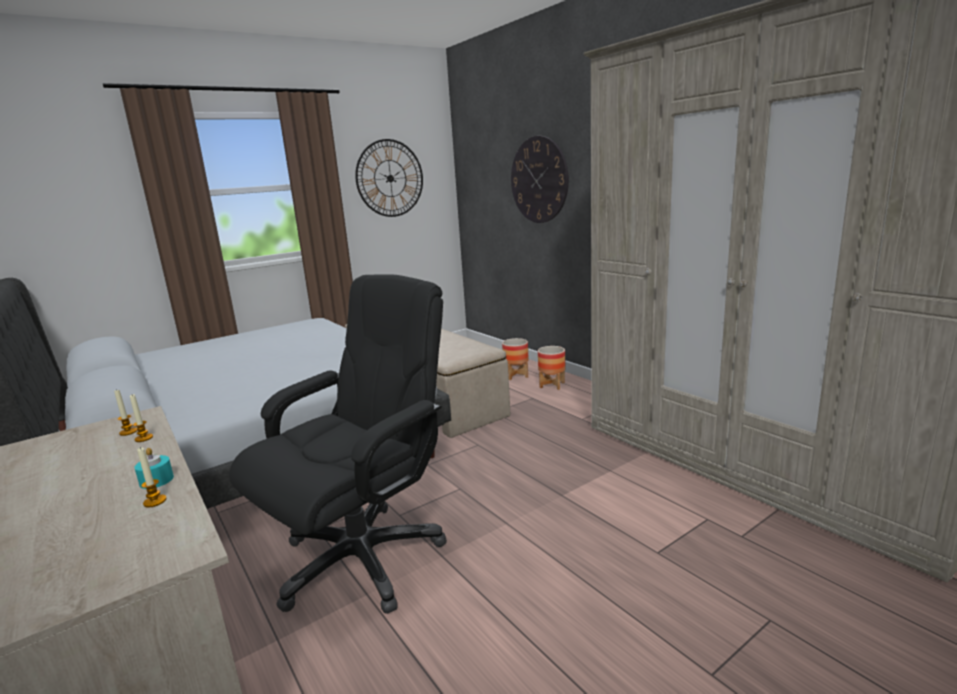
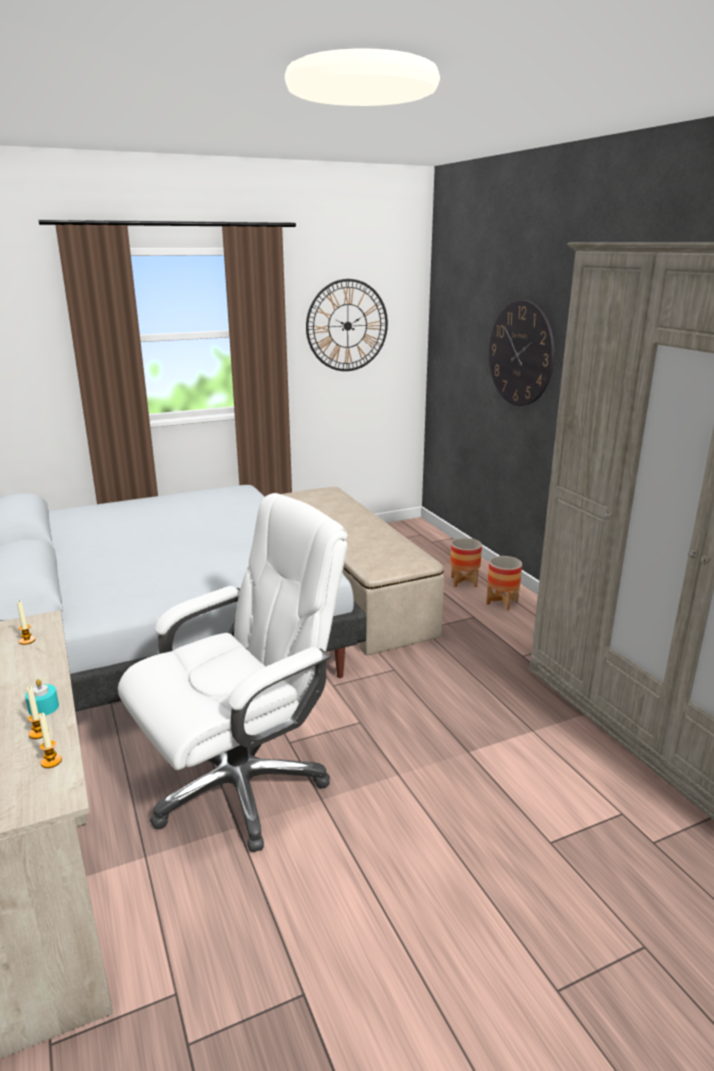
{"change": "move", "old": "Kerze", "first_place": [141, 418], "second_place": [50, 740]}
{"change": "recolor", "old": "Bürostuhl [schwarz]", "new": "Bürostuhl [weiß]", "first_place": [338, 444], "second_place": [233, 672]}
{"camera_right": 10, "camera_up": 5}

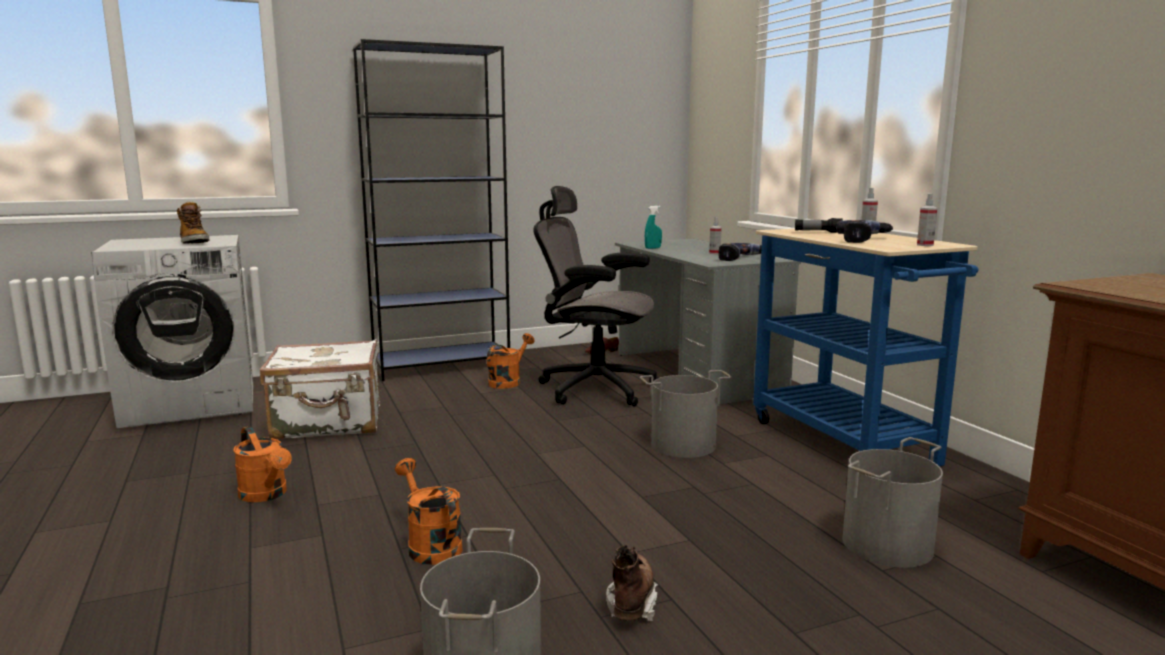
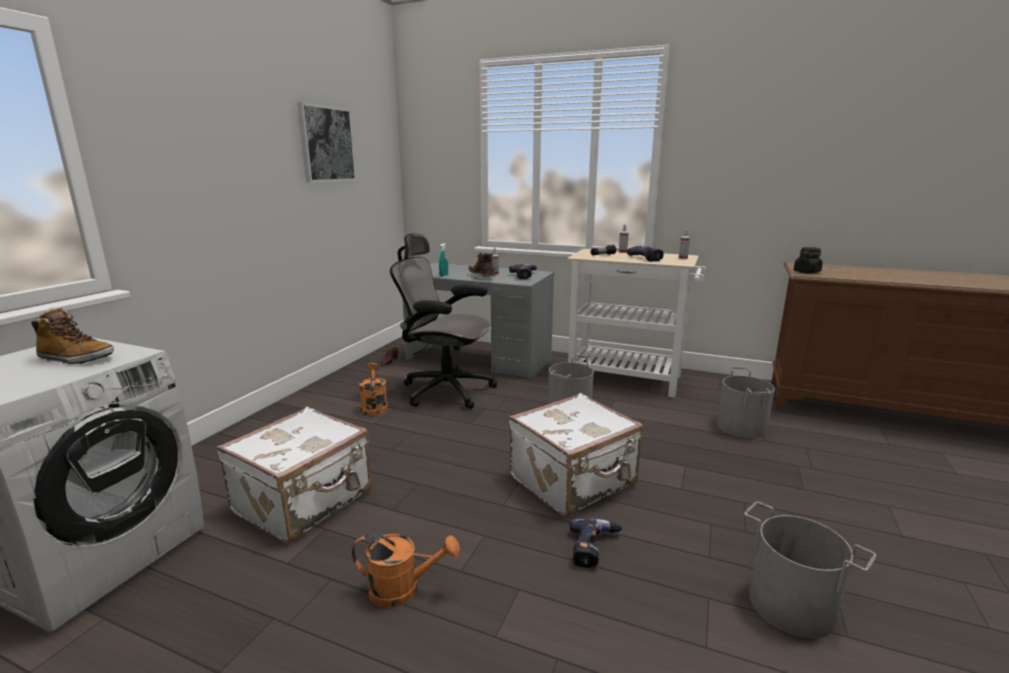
{"change": "delete", "old": "Bücherregal [blau]", "first_place": [431, 210]}
{"change": "replace", "old": "Gießkanne [orange]", "new": "Bohrmaschine", "first_place": [429, 511], "second_place": [596, 543]}
{"change": "rotate", "old": "Bürostuhl", "first_place": [595, 296], "second_place": [443, 321], "degrees": 45}
{"change": "move", "old": "Stiefel [braun]", "first_place": [632, 583], "second_place": [481, 266]}
{"change": "recolor", "old": "Rollwagen [blau]", "new": "Rollwagen [weiß]", "first_place": [865, 347], "second_place": [636, 323]}
{"change": "insert", "new": "Bild", "second_place": [327, 142]}
{"change": "insert", "new": "Koffer [weiß]", "second_place": [576, 454]}
{"change": "insert", "new": "Vorratsglas [schwarz]", "second_place": [808, 260]}
{"camera_right": -45, "camera_up": 5}

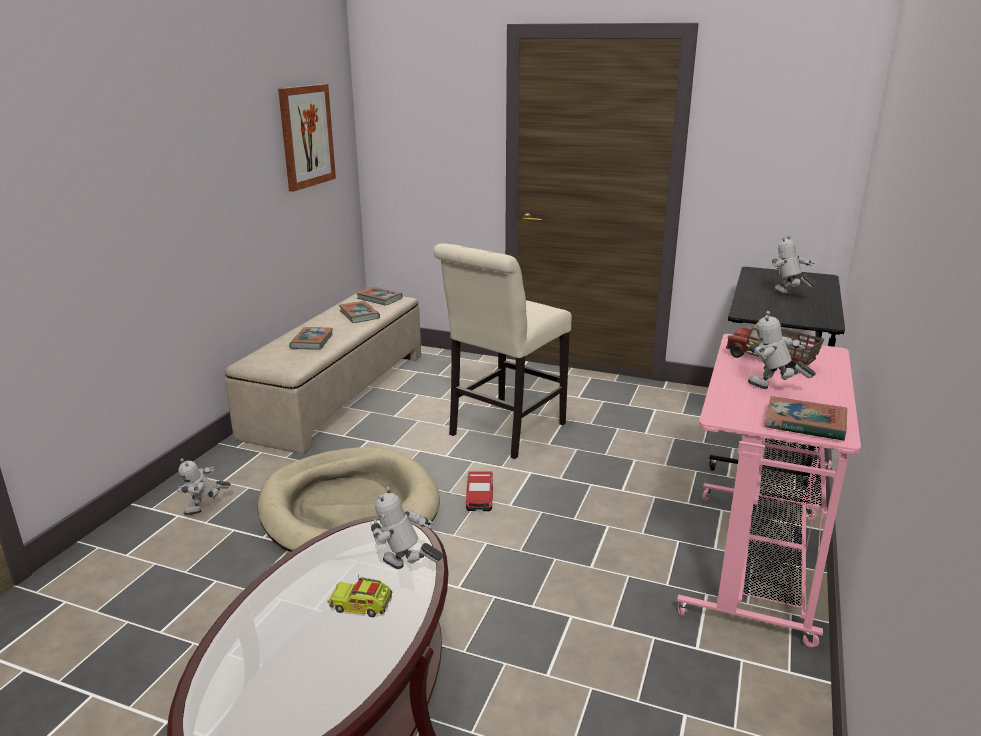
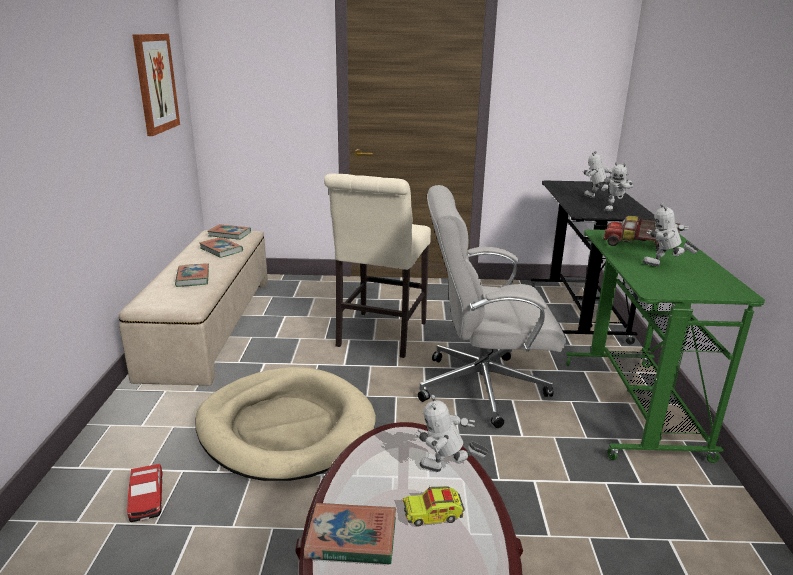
{"change": "move", "old": "Spielzeugroboter", "first_place": [204, 486], "second_place": [619, 186]}
{"change": "move", "old": "Spielzeugauto", "first_place": [479, 491], "second_place": [144, 493]}
{"change": "recolor", "old": "Schreibtisch [rosa]", "new": "Schreibtisch [grün]", "first_place": [769, 490], "second_place": [665, 346]}
{"change": "move", "old": "Buch", "first_place": [805, 418], "second_place": [350, 534]}
{"change": "insert", "new": "Bürostuhl [grau]", "second_place": [492, 306]}
{"camera_right": -20, "camera_up": 0}

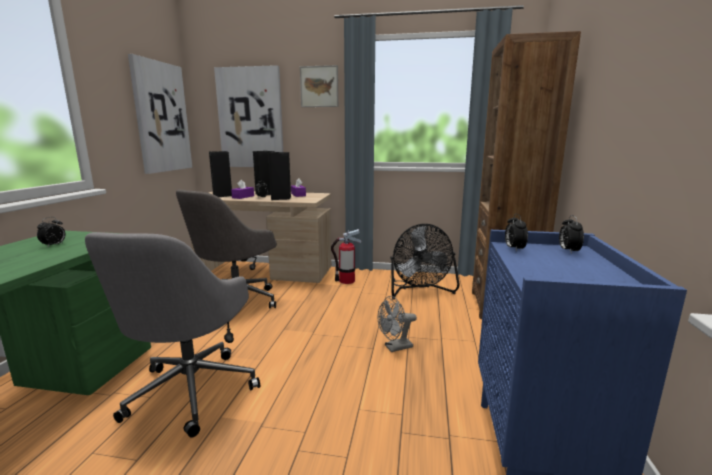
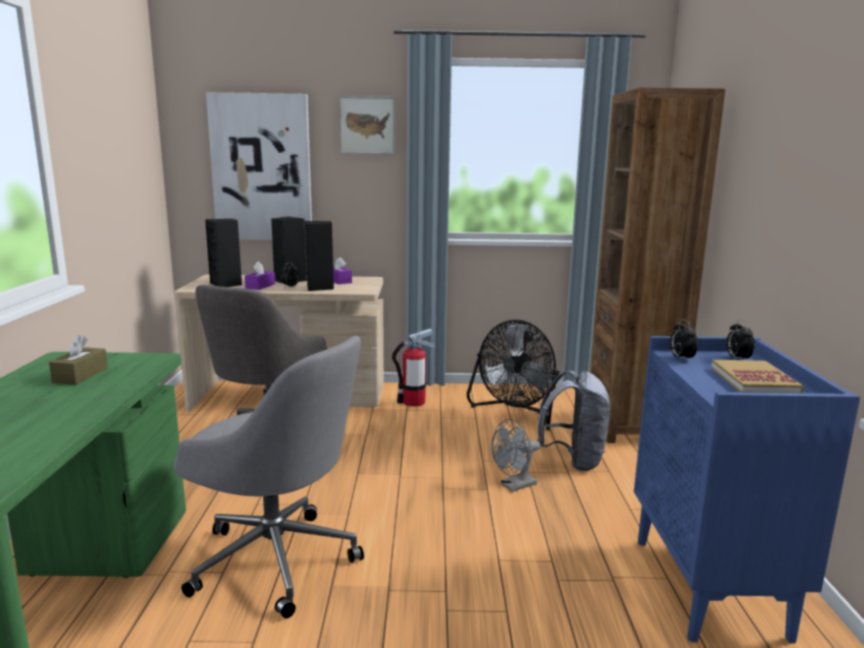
{"change": "replace", "old": "Wecker", "new": "Taschentuchbox [braun]", "first_place": [51, 232], "second_place": [78, 360]}
{"change": "rotate", "old": "Bürostuhl [grau]", "first_place": [172, 335], "second_place": [269, 477], "degrees": -60}
{"change": "delete", "old": "Bild", "first_place": [160, 114]}
{"change": "rotate", "old": "Ventilator [schwarz]", "first_place": [425, 262], "second_place": [513, 375], "degrees": 60}
{"change": "insert", "new": "Rucksack [grau]", "second_place": [573, 421]}
{"change": "insert", "new": "Buch", "second_place": [757, 376]}
{"camera_right": -10, "camera_up": 0}

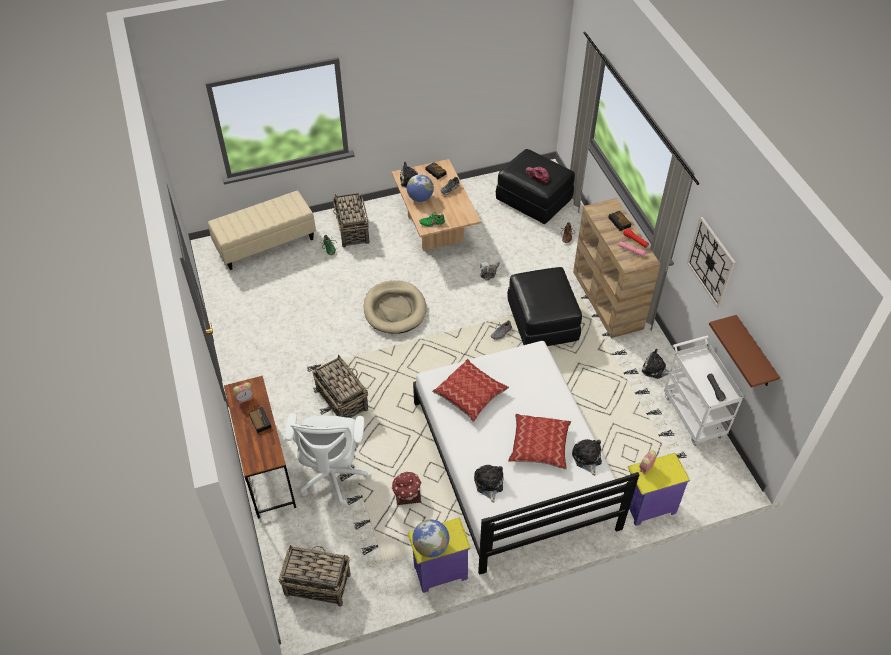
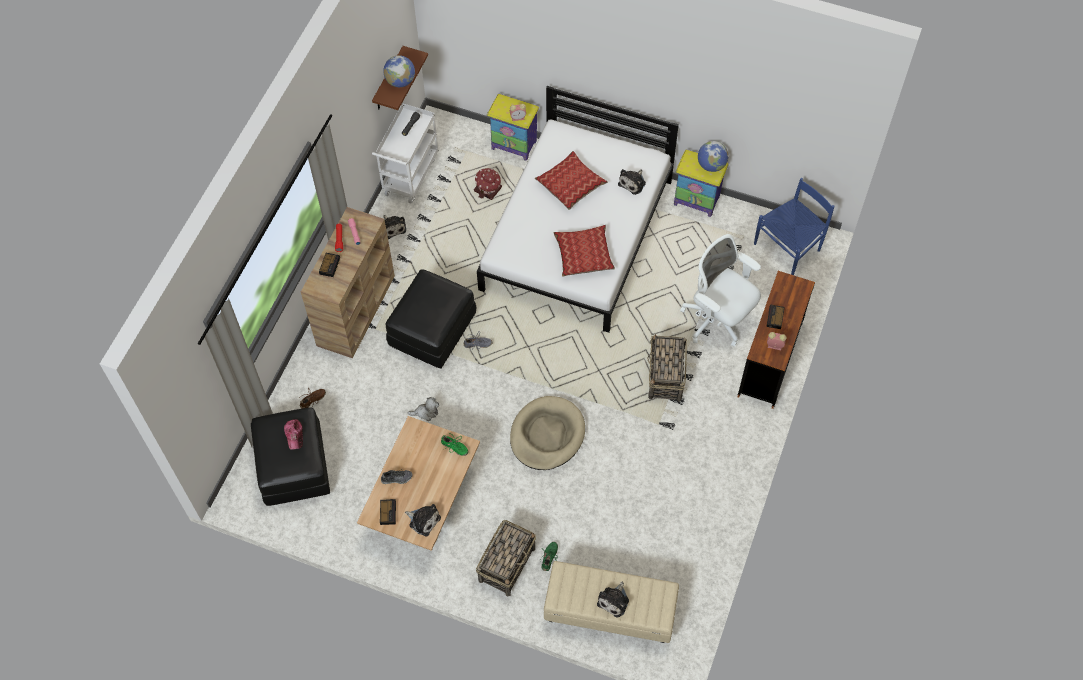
{"change": "replace", "old": "Korb", "new": "Stuhl [blau]", "first_place": [315, 576], "second_place": [794, 226]}
{"change": "rotate", "old": "Bürostuhl [weiß]", "first_place": [328, 459], "second_place": [720, 290], "degrees": -90}
{"change": "move", "old": "Spielzeughaus", "first_place": [406, 488], "second_place": [488, 184]}
{"change": "move", "old": "Globus", "first_place": [420, 188], "second_place": [399, 71]}
{"change": "move", "old": "Plüschtier", "first_place": [587, 457], "second_place": [613, 599]}
{"change": "delete", "old": "Wanduhr", "first_place": [711, 262]}
{"camera_right": -140, "camera_up": 10}

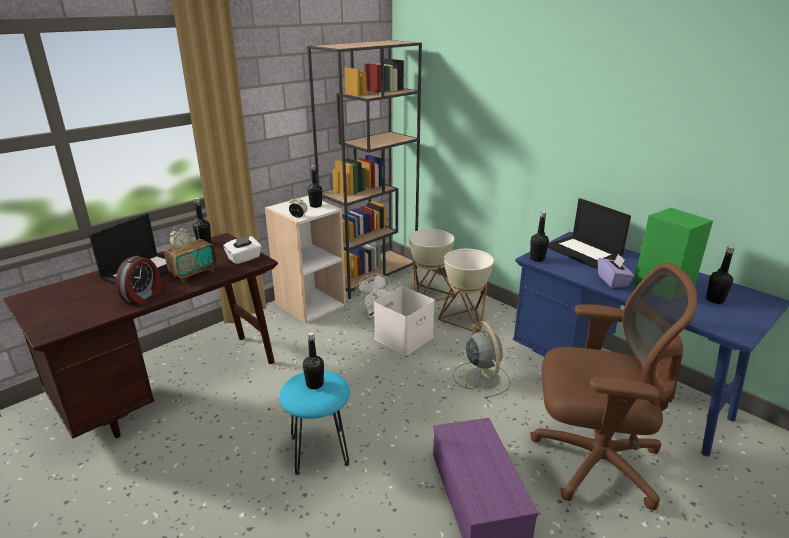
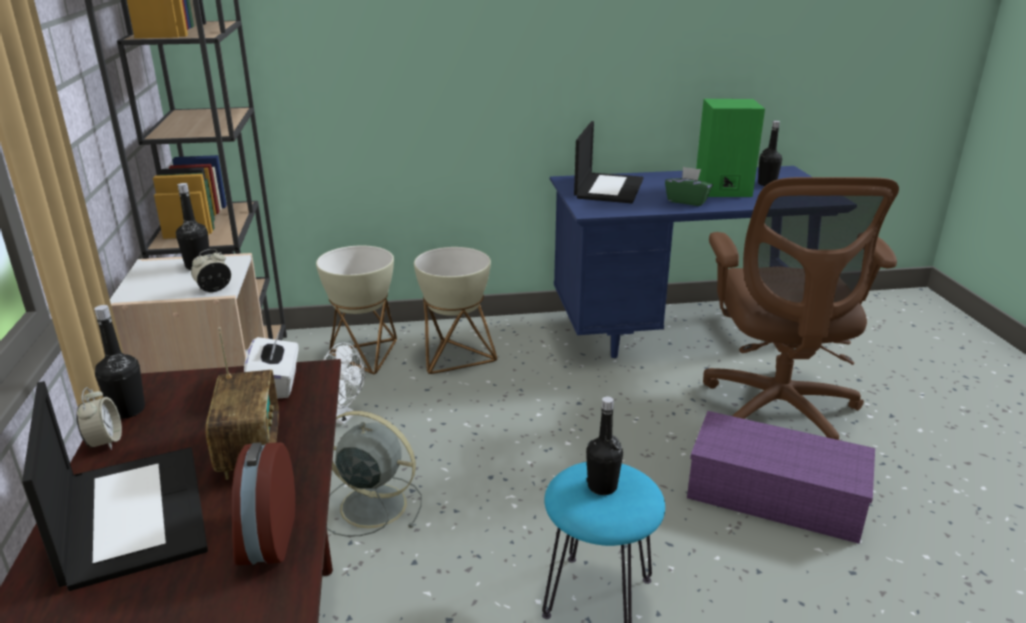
{"change": "rotate", "old": "Wecker", "first_place": [138, 280], "second_place": [263, 503], "degrees": -150}
{"change": "delete", "old": "Aufbewahrungsbox [weiß]", "first_place": [404, 320]}
{"change": "move", "old": "Ventilator [grau]", "first_place": [481, 360], "second_place": [374, 474]}
{"change": "delete", "old": "Flasche [schwarz]", "first_place": [539, 236]}
{"change": "rotate", "old": "Bürostuhl [braun]", "first_place": [613, 386], "second_place": [801, 308], "degrees": 135}
{"change": "rotate", "old": "Laptop", "first_place": [589, 233], "second_place": [608, 162], "degrees": -75}
{"change": "recolor", "old": "Taschentuchbox [lila]", "new": "Taschentuchbox [grün]", "first_place": [616, 271], "second_place": [689, 186]}
{"camera_right": -55, "camera_up": 0}

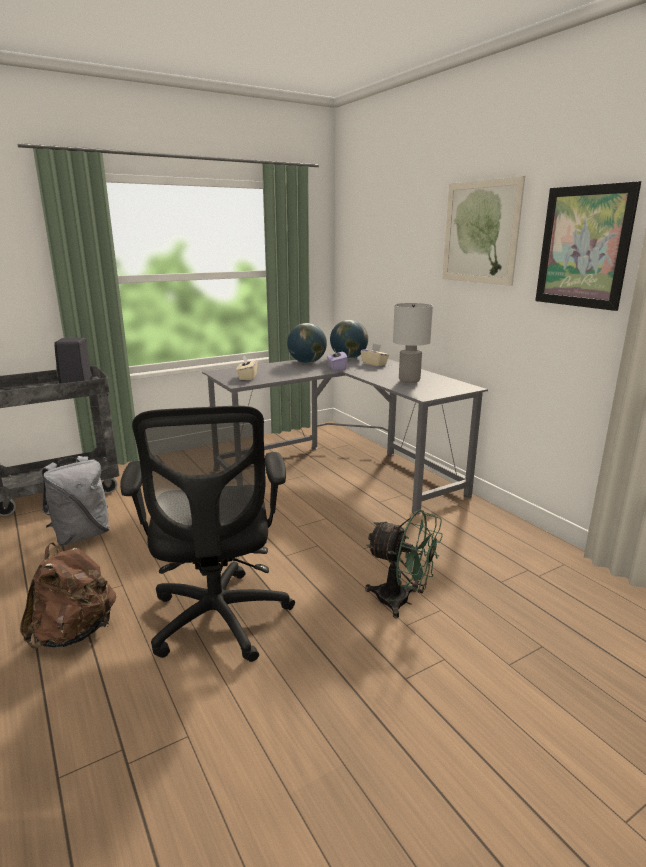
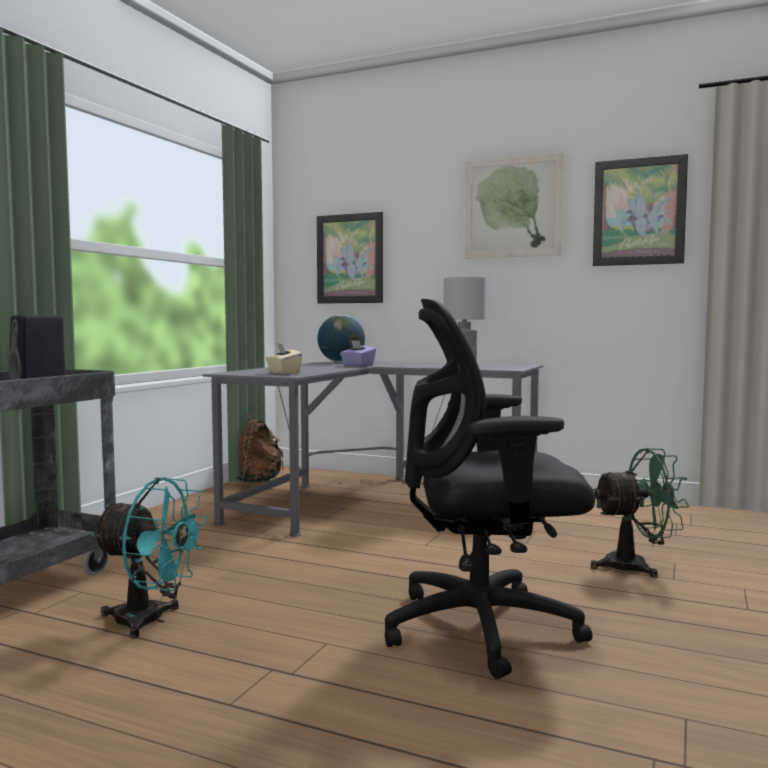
{"change": "move", "old": "Rucksack [braun]", "first_place": [68, 596], "second_place": [260, 448]}
{"change": "replace", "old": "Rucksack [grau]", "new": "Ventilator [türkis]", "first_place": [76, 501], "second_place": [149, 558]}
{"change": "rotate", "old": "Bürostuhl [schwarz]", "first_place": [207, 534], "second_place": [490, 489], "degrees": 135}
{"change": "delete", "old": "Globus", "first_place": [307, 343]}
{"change": "delete", "old": "Taschentuchbox [beige]", "first_place": [375, 355]}
{"change": "insert", "new": "Bild", "second_place": [350, 258]}
{"camera_right": -35, "camera_up": -15}

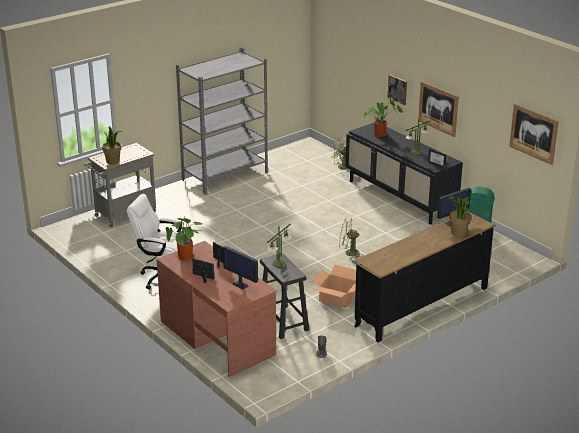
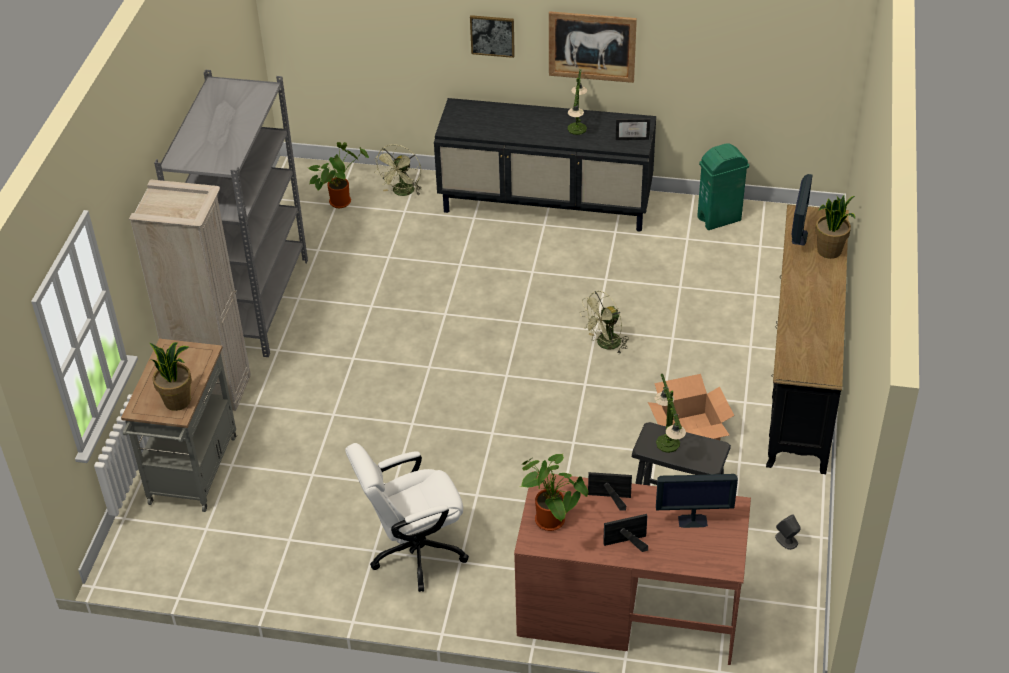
{"change": "move", "old": "Topfpflanze", "first_place": [383, 118], "second_place": [338, 175]}
{"change": "delete", "old": "Bild", "first_place": [534, 134]}
{"change": "insert", "new": "Schrank [beige]", "second_place": [190, 295]}
{"camera_right": -40, "camera_up": 15}

